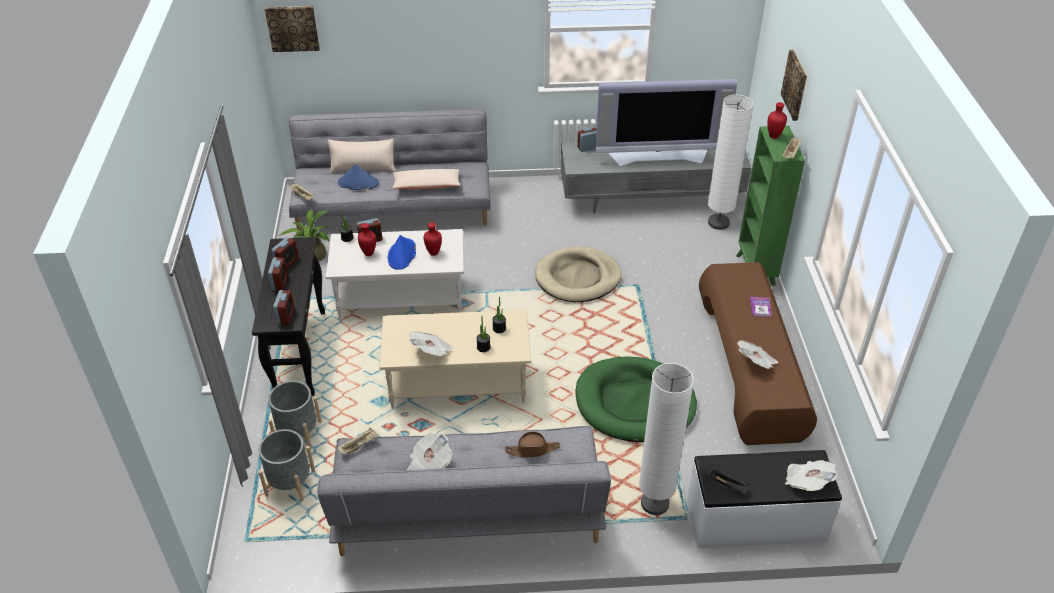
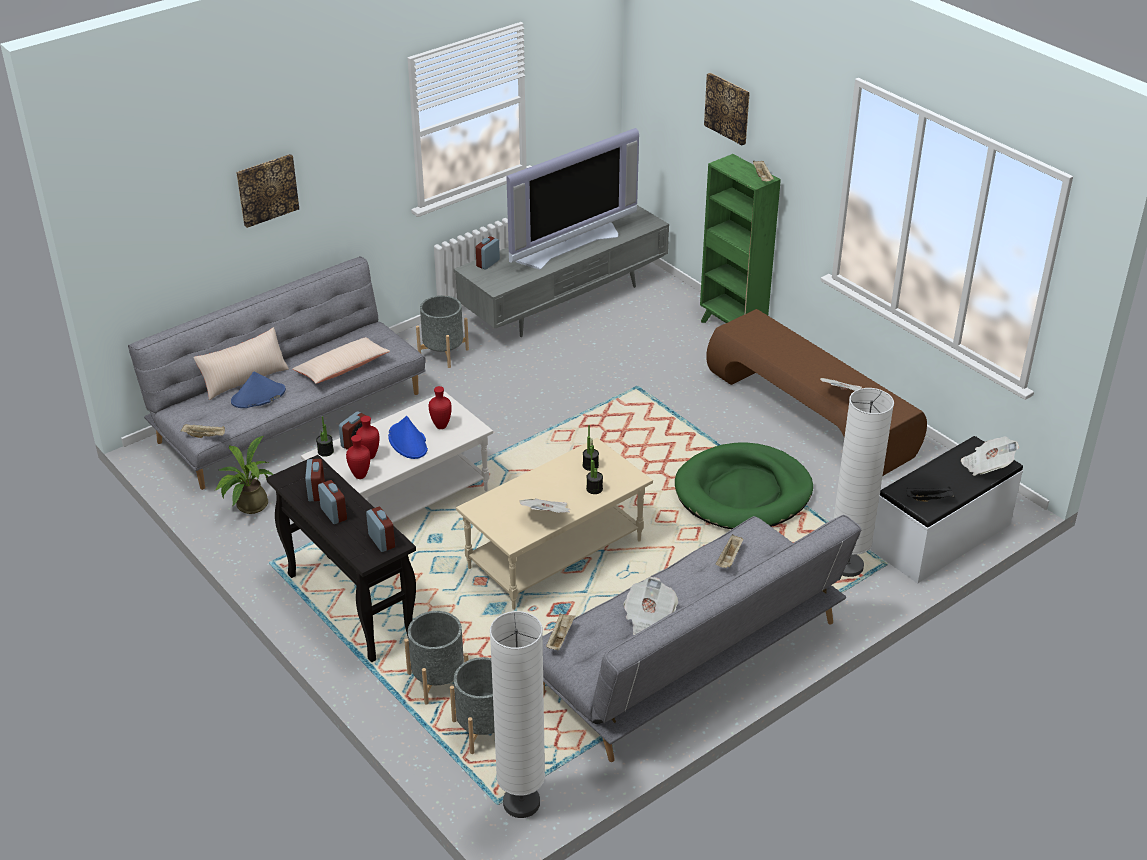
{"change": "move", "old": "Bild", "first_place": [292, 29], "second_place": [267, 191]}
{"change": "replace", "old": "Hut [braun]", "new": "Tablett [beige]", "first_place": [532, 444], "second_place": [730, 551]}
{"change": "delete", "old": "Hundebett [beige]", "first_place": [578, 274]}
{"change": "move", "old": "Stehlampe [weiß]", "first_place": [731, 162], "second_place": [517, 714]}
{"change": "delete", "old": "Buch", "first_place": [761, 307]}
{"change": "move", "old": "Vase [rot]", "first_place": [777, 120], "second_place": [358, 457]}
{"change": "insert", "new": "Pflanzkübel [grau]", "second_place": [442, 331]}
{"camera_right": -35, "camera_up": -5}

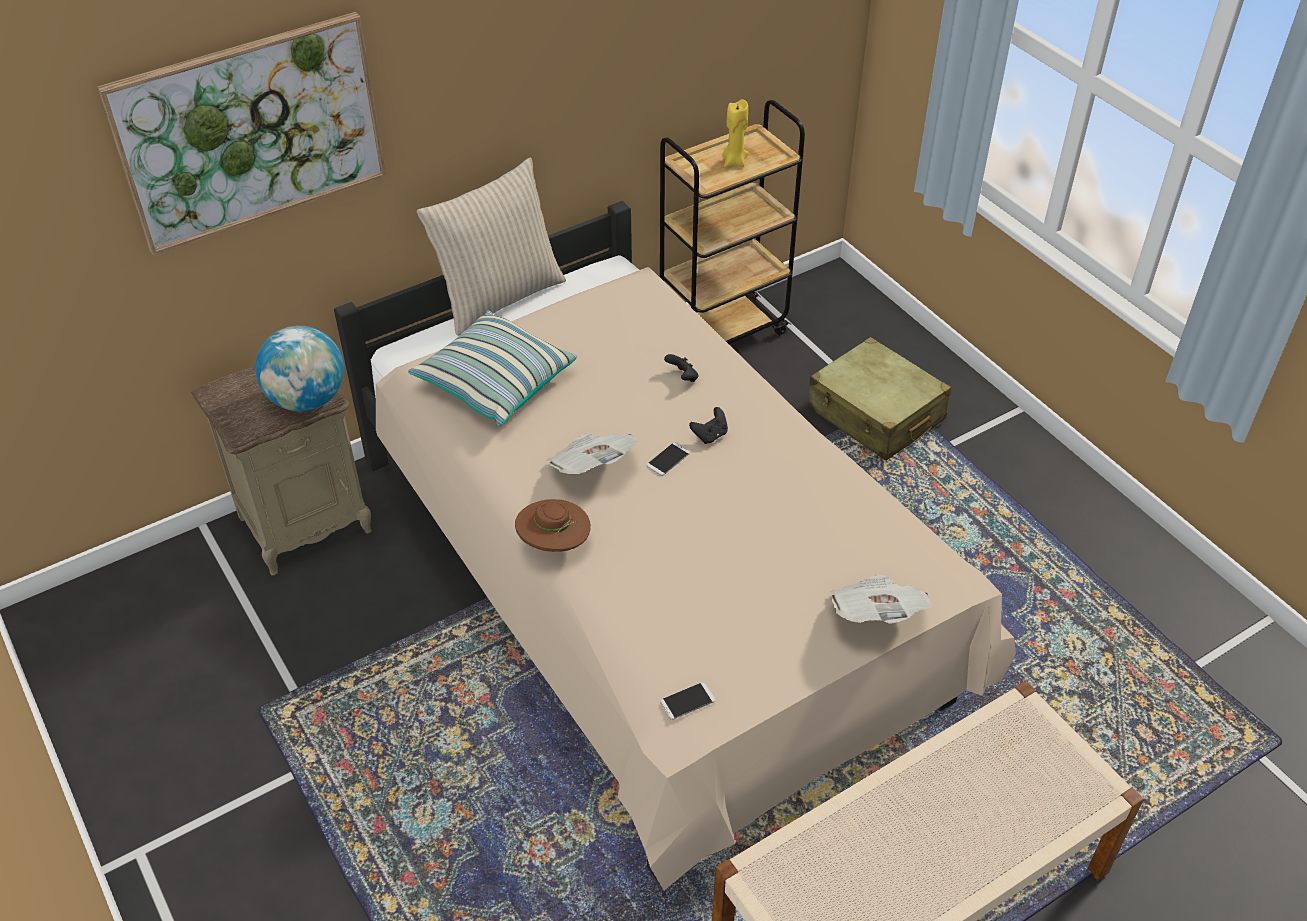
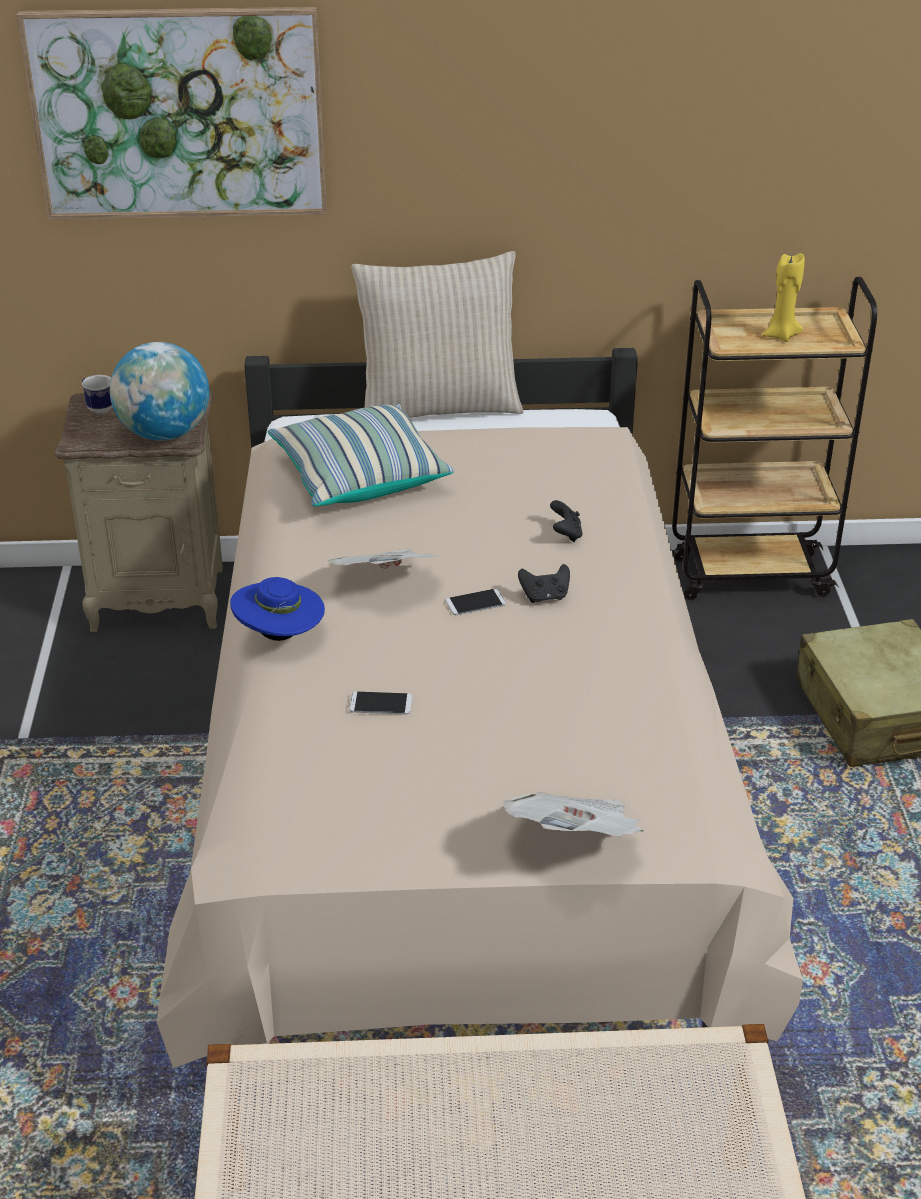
{"change": "recolor", "old": "Hut [braun]", "new": "Hut [blau]", "first_place": [553, 525], "second_place": [277, 609]}
{"change": "move", "old": "Handy", "first_place": [687, 701], "second_place": [380, 702]}
{"change": "insert", "new": "Henkelbecher", "second_place": [97, 394]}
{"camera_right": 30, "camera_up": -10}

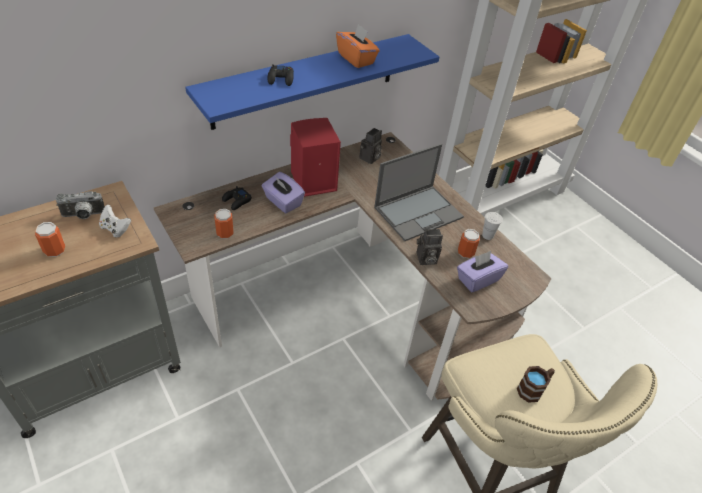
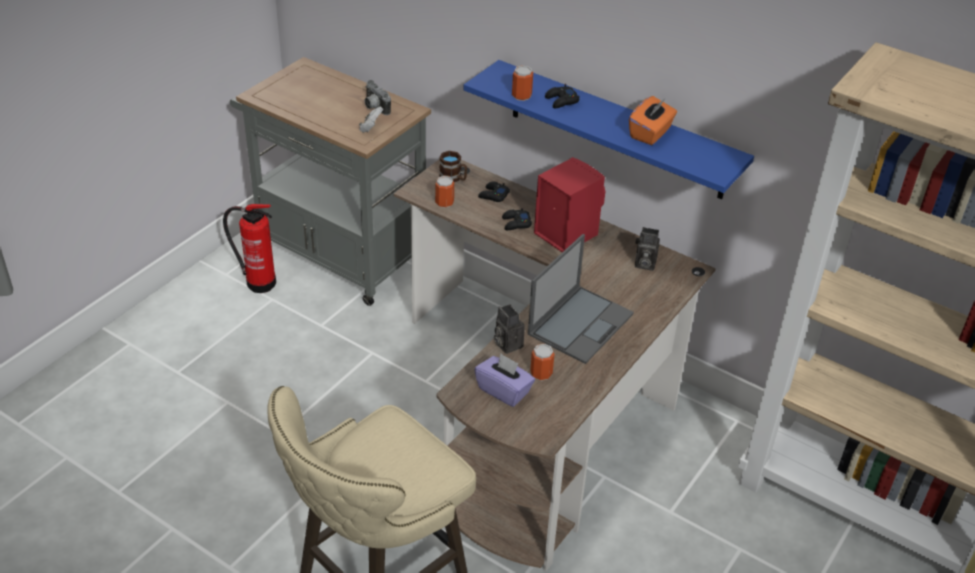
{"change": "move", "old": "Dose", "first_place": [50, 239], "second_place": [522, 83]}
{"change": "replace", "old": "Taschentuchbox [lila]", "new": "Gamepad [schwarz]", "first_place": [283, 192], "second_place": [517, 219]}
{"change": "rotate", "old": "Laptop", "first_place": [419, 192], "second_place": [581, 299], "degrees": -90}
{"change": "delete", "old": "Tasse [weiß]", "first_place": [492, 226]}
{"change": "move", "old": "Henkelbecher [braun]", "first_place": [536, 384], "second_place": [453, 166]}
{"change": "insert", "new": "Feuerlöscher", "second_place": [249, 248]}
{"camera_right": 70, "camera_up": -5}

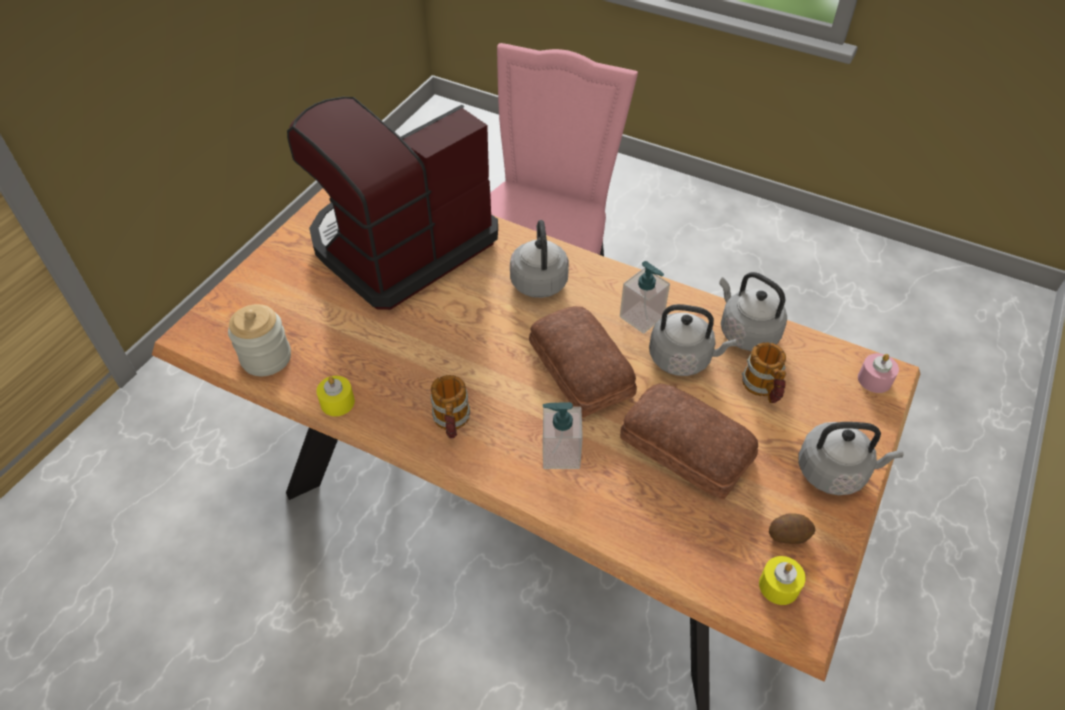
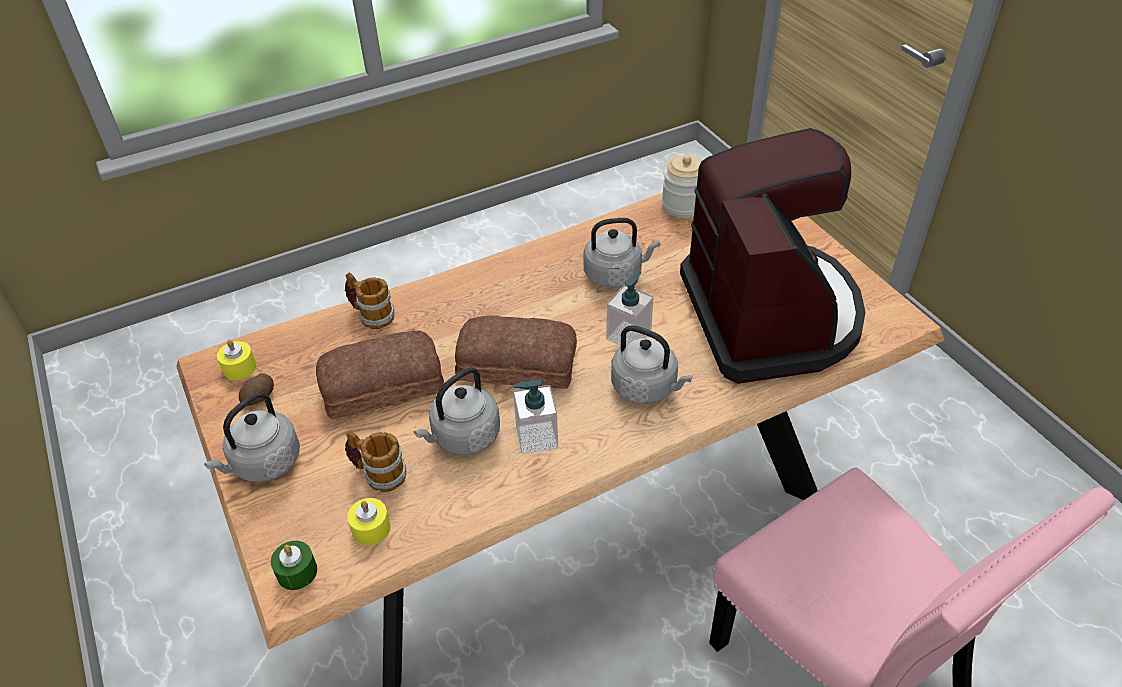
{"change": "move", "old": "Kerze [gelb]", "first_place": [335, 396], "second_place": [369, 521]}
{"change": "move", "old": "Henkelbecher", "first_place": [450, 406], "second_place": [369, 301]}
{"change": "move", "old": "Seifenspender", "first_place": [563, 435], "second_place": [630, 308]}
{"change": "move", "old": "Wasserkessel [grau]", "first_place": [753, 311], "second_place": [621, 252]}
{"change": "recolor", "old": "Kerze [rosa]", "new": "Kerze [grün]", "first_place": [878, 373], "second_place": [294, 565]}
{"camera_right": 125, "camera_up": -5}

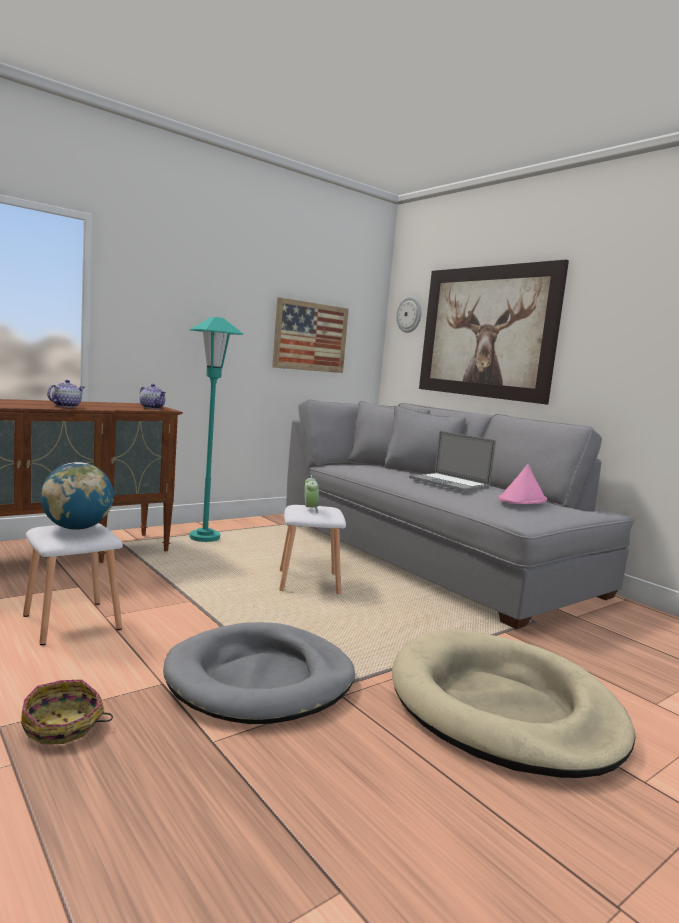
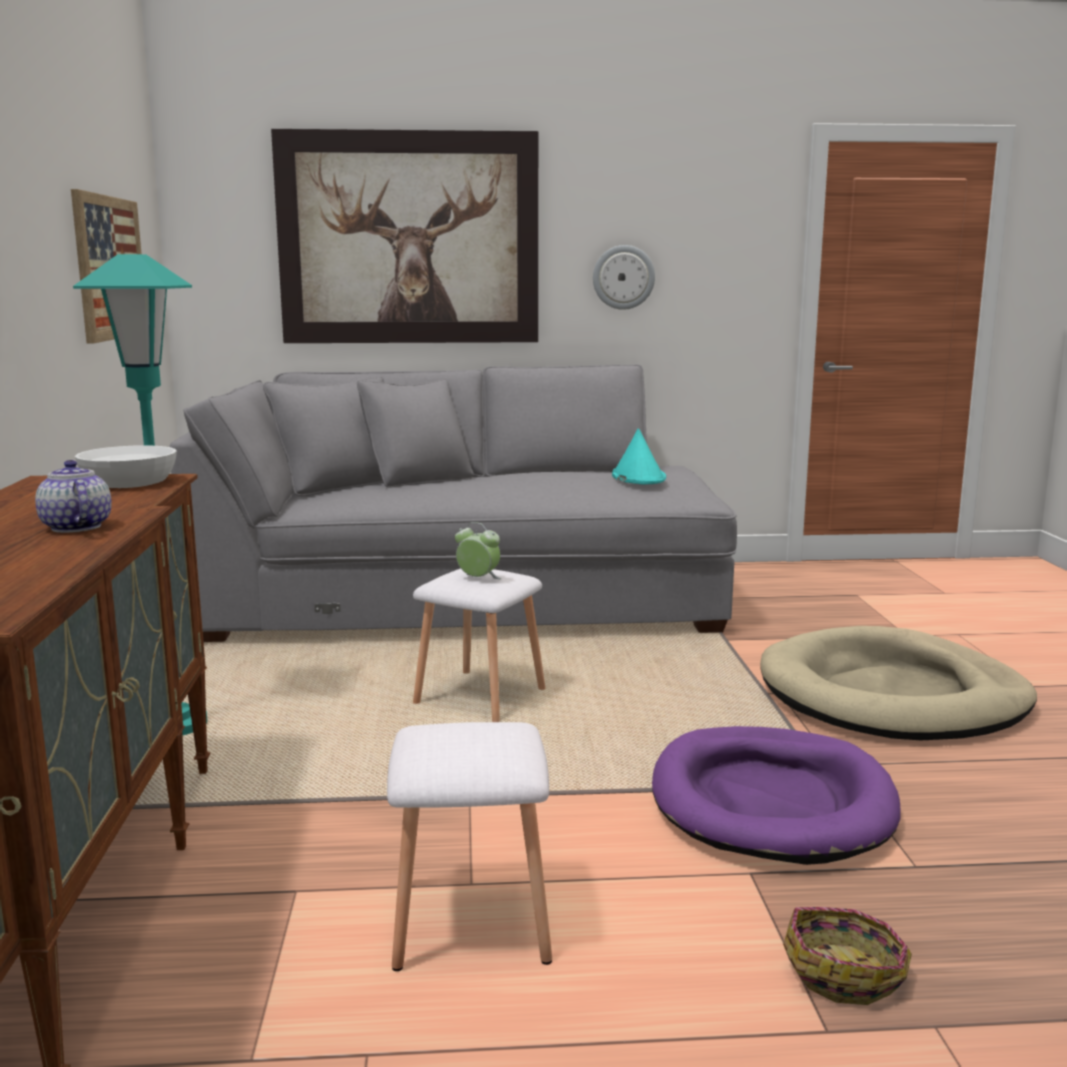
{"change": "delete", "old": "Globus", "first_place": [77, 496]}
{"change": "replace", "old": "Teekanne", "new": "Schüssel [weiß]", "first_place": [153, 396], "second_place": [126, 466]}
{"change": "recolor", "old": "Hundebett [grau]", "new": "Hundebett [lila]", "first_place": [259, 673], "second_place": [776, 795]}
{"change": "move", "old": "Wanduhr", "first_place": [409, 314], "second_place": [624, 277]}
{"change": "delete", "old": "Laptop", "first_place": [452, 461]}
{"change": "recolor", "old": "Hut [rosa]", "new": "Hut [türkis]", "first_place": [522, 484], "second_place": [639, 456]}
{"camera_right": -55, "camera_up": 5}

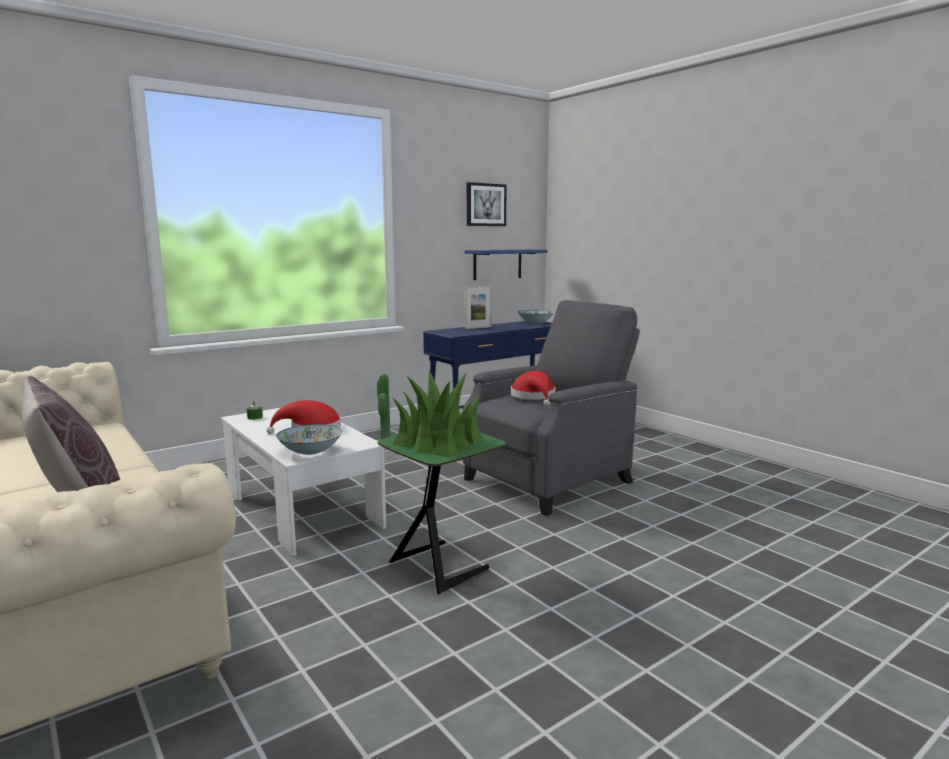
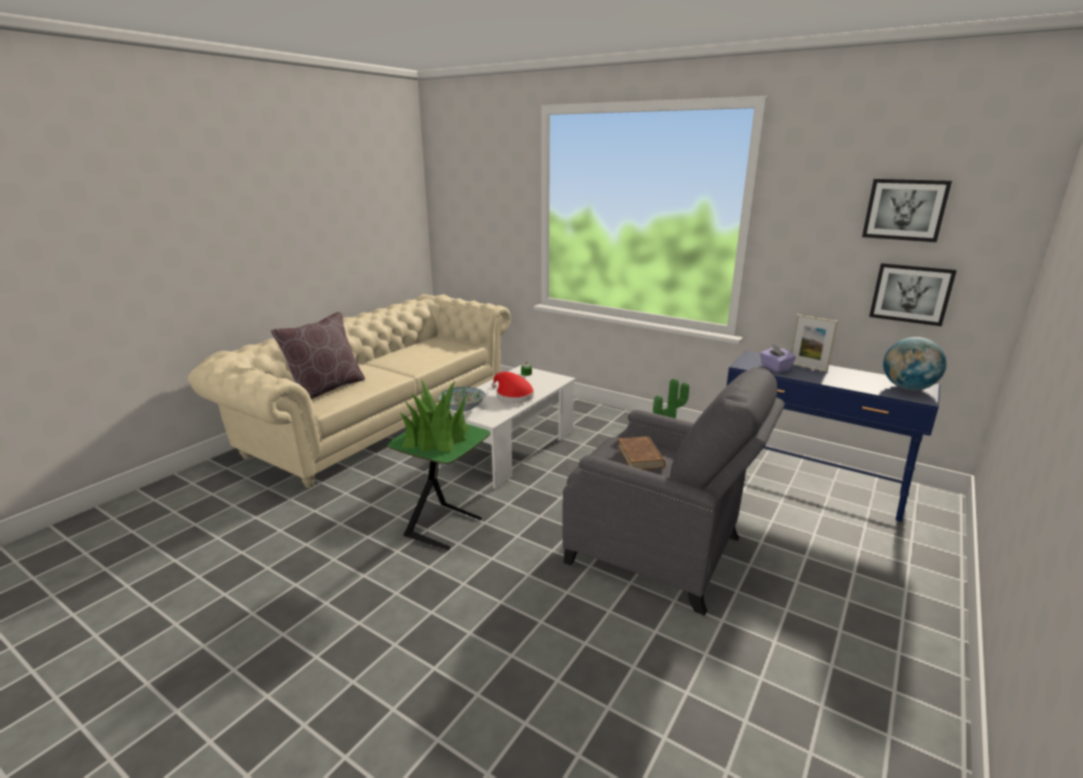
{"change": "replace", "old": "Wandregal [blau]", "new": "Bild", "first_place": [506, 264], "second_place": [913, 294]}
{"change": "replace", "old": "Hut [rot]", "new": "Buch [braun]", "first_place": [533, 388], "second_place": [641, 453]}
{"change": "replace", "old": "Schüssel", "new": "Globus", "first_place": [535, 317], "second_place": [915, 363]}
{"change": "insert", "new": "Taschentuchbox [lila]", "second_place": [778, 358]}
{"camera_right": 70, "camera_up": 10}

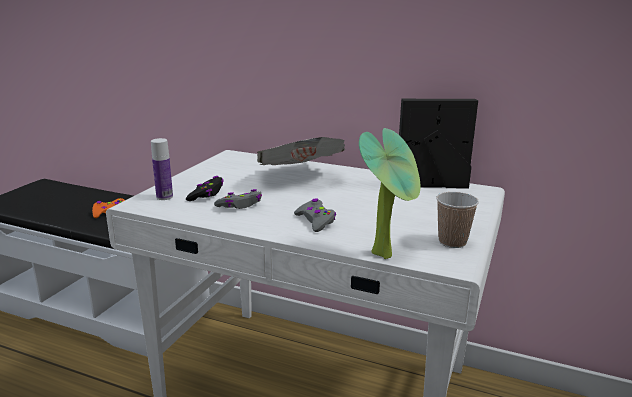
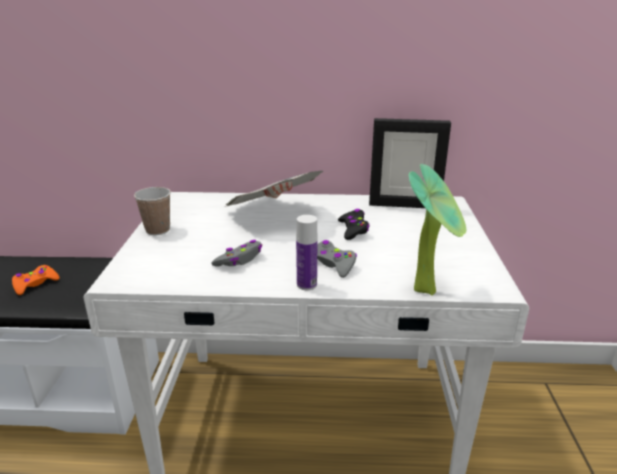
{"change": "move", "old": "Flasche", "first_place": [162, 169], "second_place": [307, 252]}
{"change": "move", "old": "Gamepad [schwarz]", "first_place": [205, 188], "second_place": [353, 224]}
{"change": "rotate", "old": "Bilderrahmen", "first_place": [438, 143], "second_place": [410, 163], "degrees": -150}
{"change": "move", "old": "Tasse", "first_place": [457, 220], "second_place": [152, 211]}
{"camera_right": -20, "camera_up": 5}

